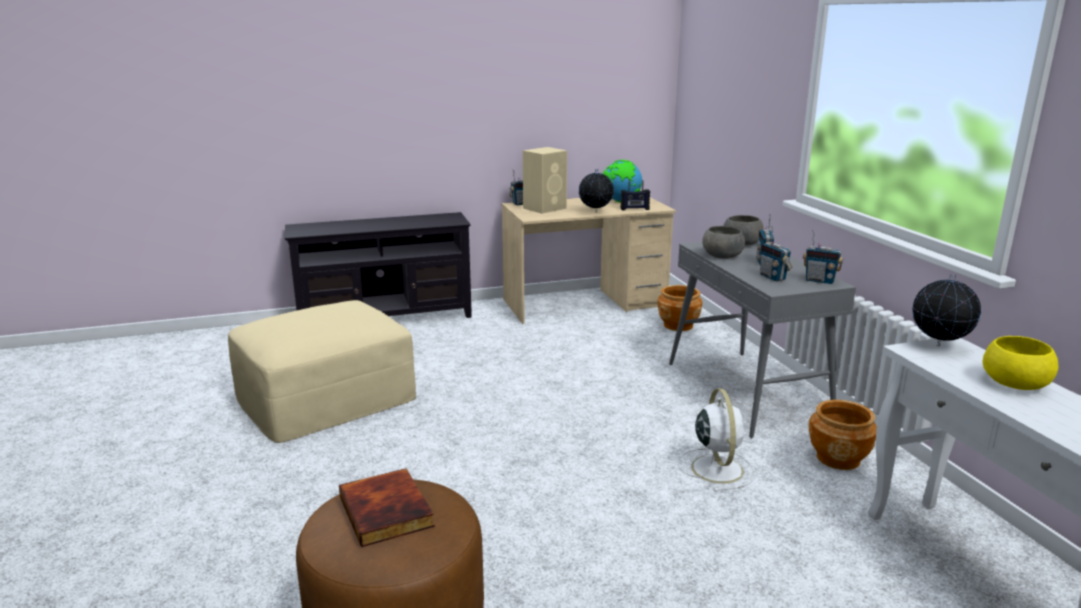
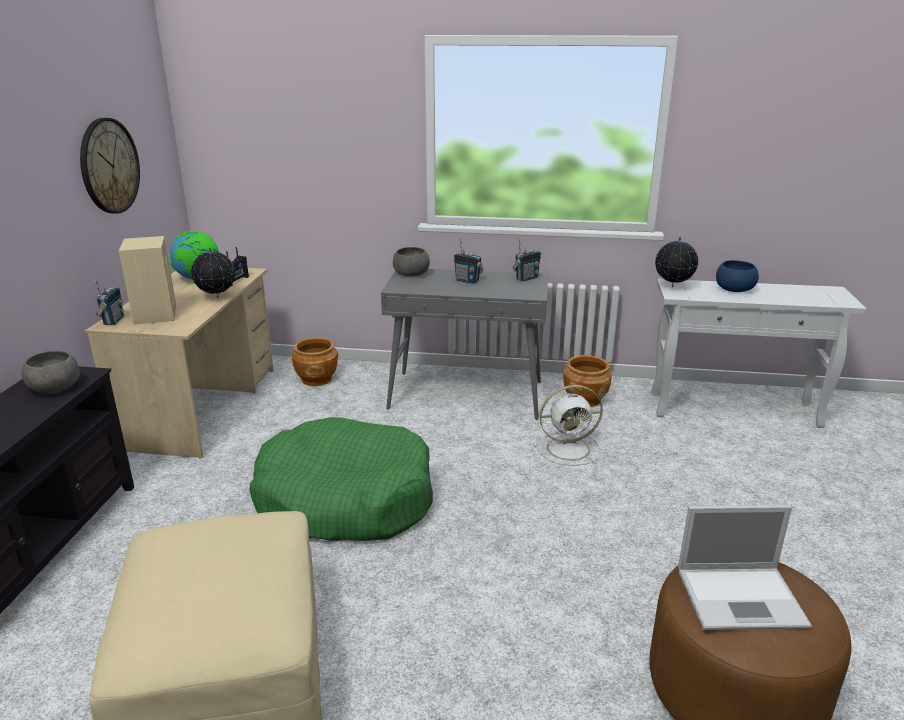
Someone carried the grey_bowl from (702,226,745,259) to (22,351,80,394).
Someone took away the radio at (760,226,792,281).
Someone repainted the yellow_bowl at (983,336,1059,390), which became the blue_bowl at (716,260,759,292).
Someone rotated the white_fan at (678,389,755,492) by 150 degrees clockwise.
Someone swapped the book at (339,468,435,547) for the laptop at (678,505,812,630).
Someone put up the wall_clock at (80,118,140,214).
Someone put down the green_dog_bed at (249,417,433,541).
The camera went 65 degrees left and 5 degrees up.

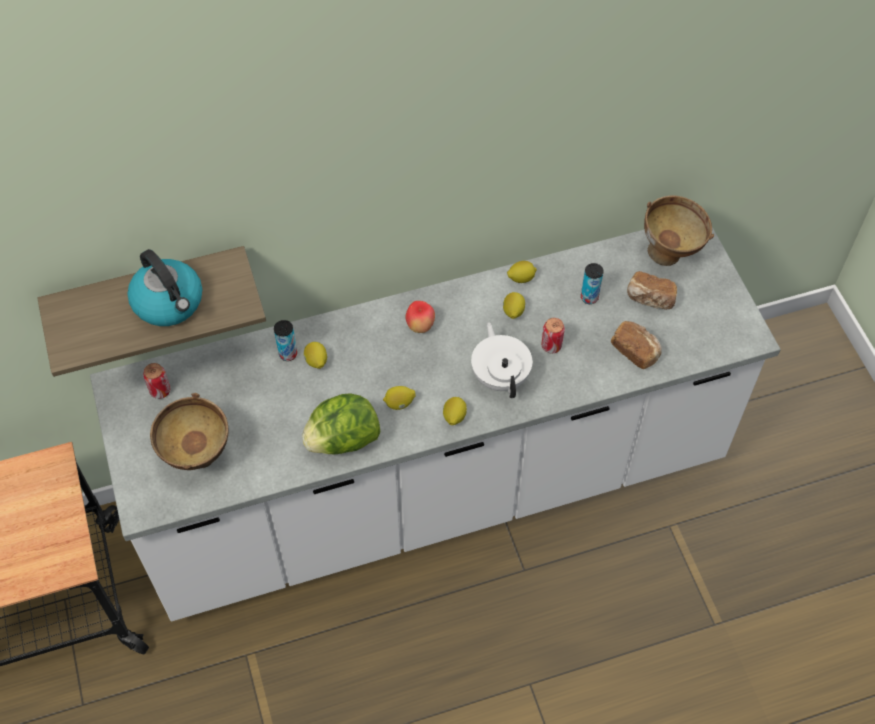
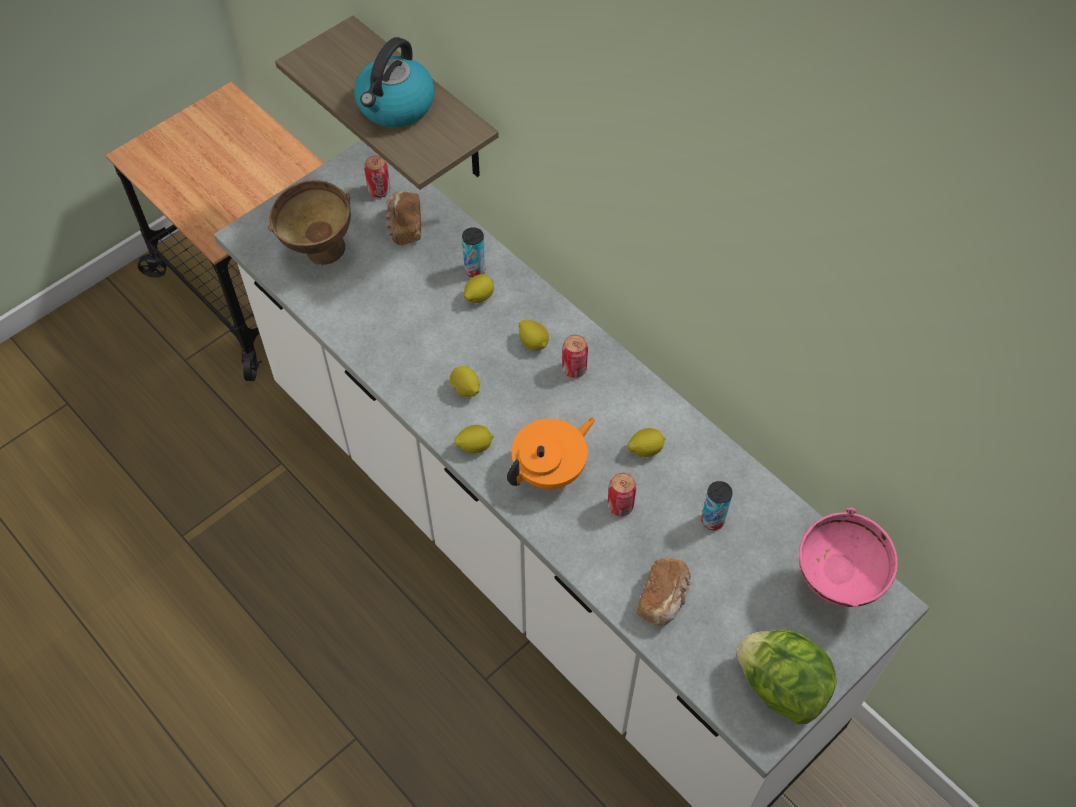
Someone repainted the brown_bowl at (644,195,714,266), which became the pink_bowl at (799,507,898,607).
Someone carried the lemon from (507,261,537,283) to (519,320,549,351).
Someone carried the bread from (627,271,677,310) to (385,191,421,245).
Someone swapped the apple at (405,301,435,333) for the can at (562,335,588,378).
Someone repainted the white_teapot at (471,322,533,398), which became the orange_teapot at (507,418,595,489).
Someone carried the lettuce from (302,393,380,454) to (736,630,837,725).
The camera went 65 degrees right and 0 degrees up.

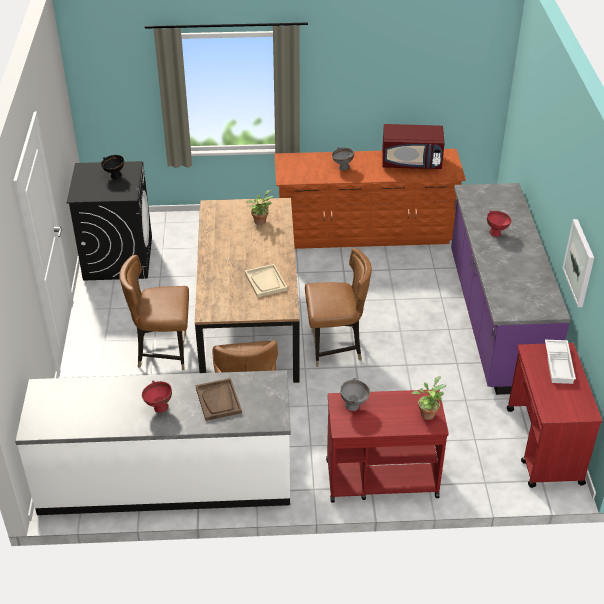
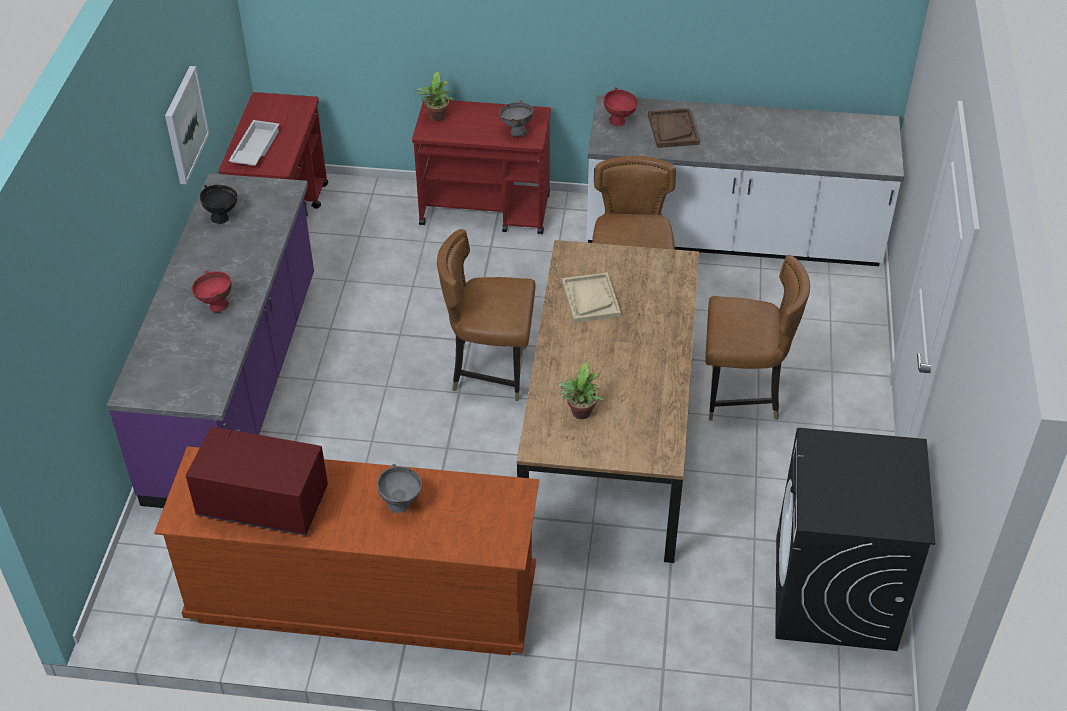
Someone carried the black_bowl from (101,155,124,179) to (200,185,238,224).
Someone carried the red_bowl from (142,381,172,413) to (604,87,638,126).
The camera went 170 degrees left and 5 degrees up.

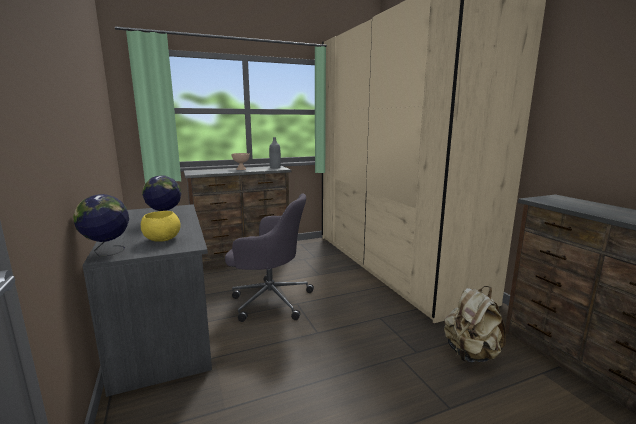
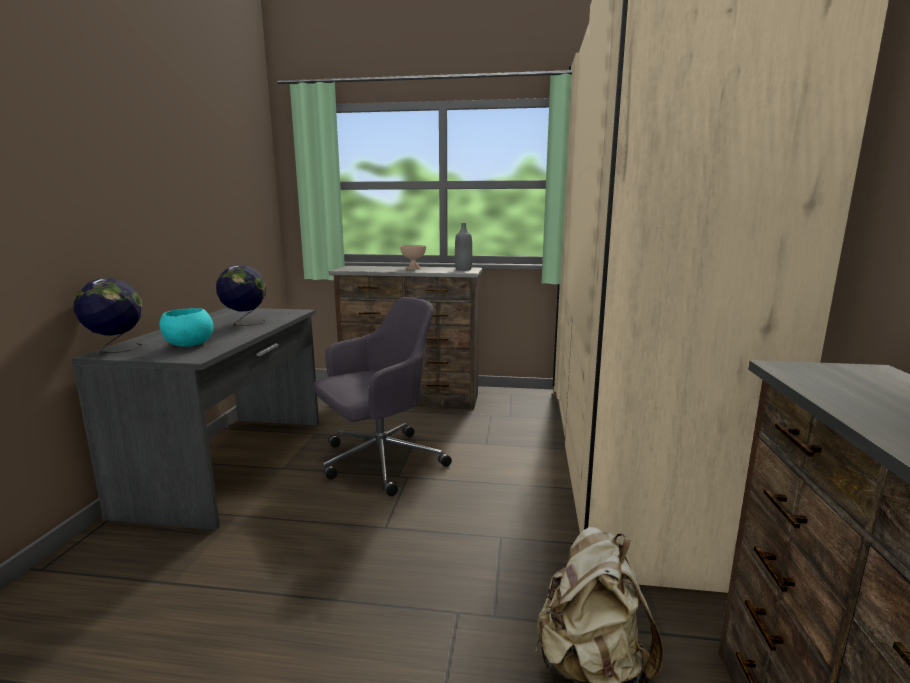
Someone rotated the grey_office_chair at (225,193,314,322) by 75 degrees counterclockwise.
Someone repainted the yellow_bowl at (141,211,181,242), which became the turquoise_bowl at (160,308,213,347).
The camera went 30 degrees right and 0 degrees up.

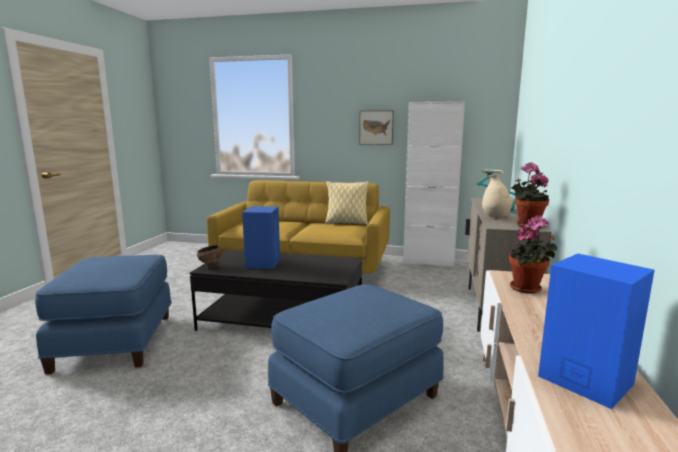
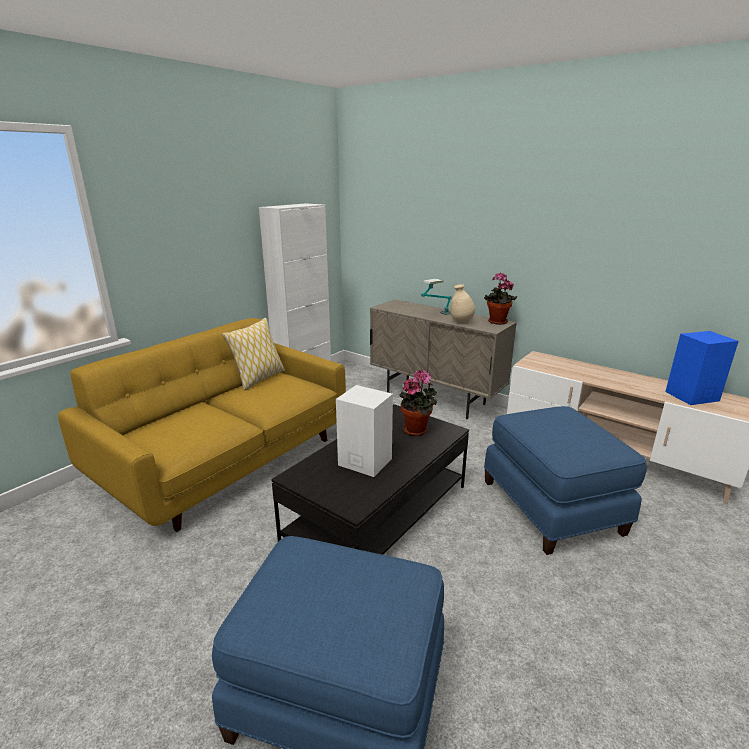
Someone took away the picture at (359,110,394,145).
Someone repainted the blue_speaker at (242,206,280,269), which became the white_speaker at (336,385,393,477).
Someone carried the potted_plant from (509,215,558,294) to (399,369,437,436).
Someone took away the brown_bowl at (197,245,222,268).
The camera went 65 degrees left and 10 degrees up.

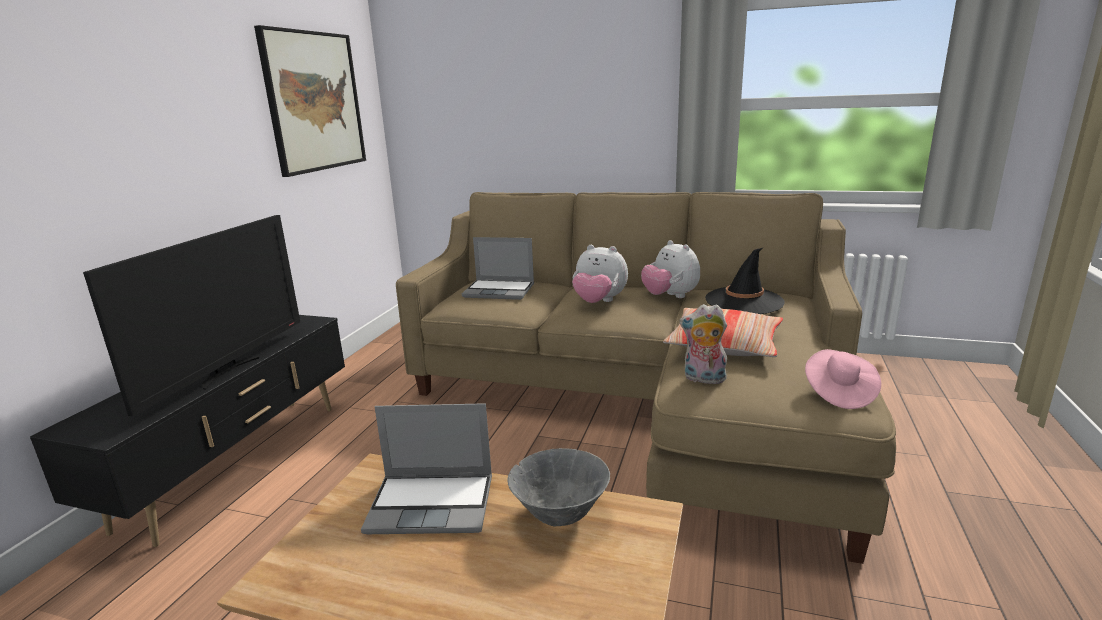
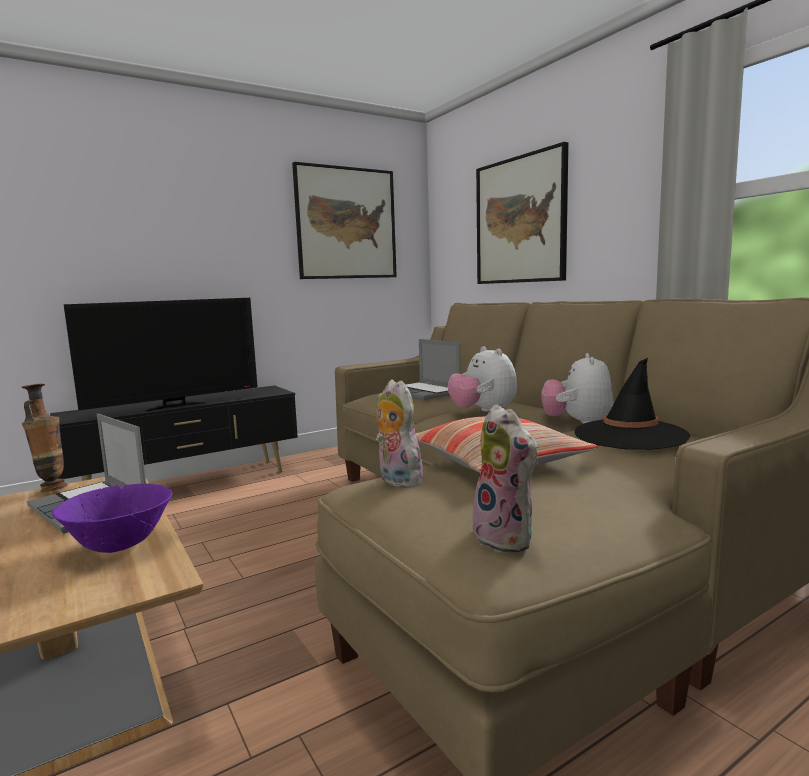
Someone swapped the pink_hat at (805,349,881,409) for the plush_toy at (472,404,539,553).
Someone repainted the grey_bowl at (508,448,610,526), which became the purple_bowl at (51,483,172,553).
Someone put up the picture at (476,142,569,284).
Someone put down the vase at (21,384,67,493).
The camera went 40 degrees right and 10 degrees down.

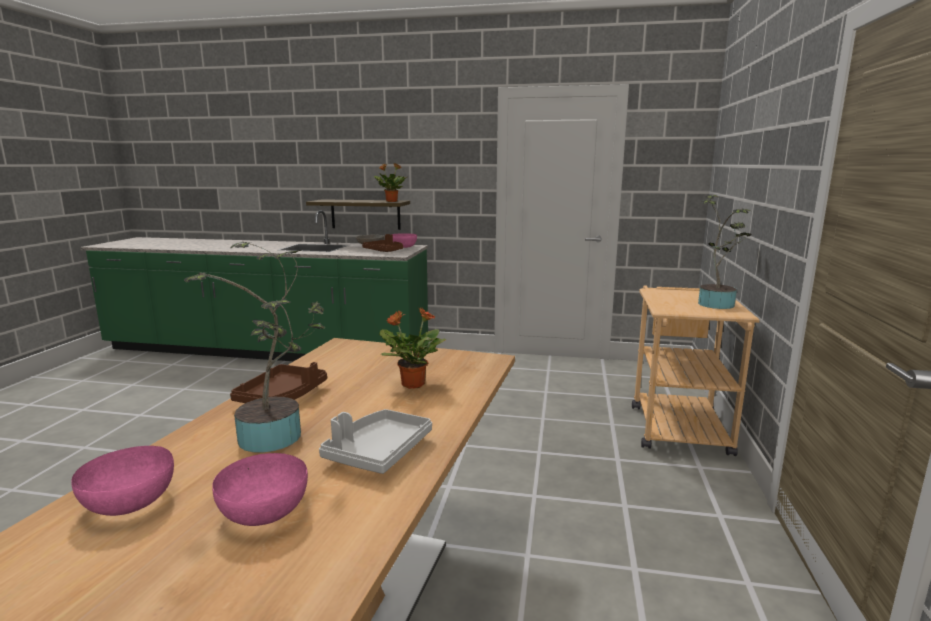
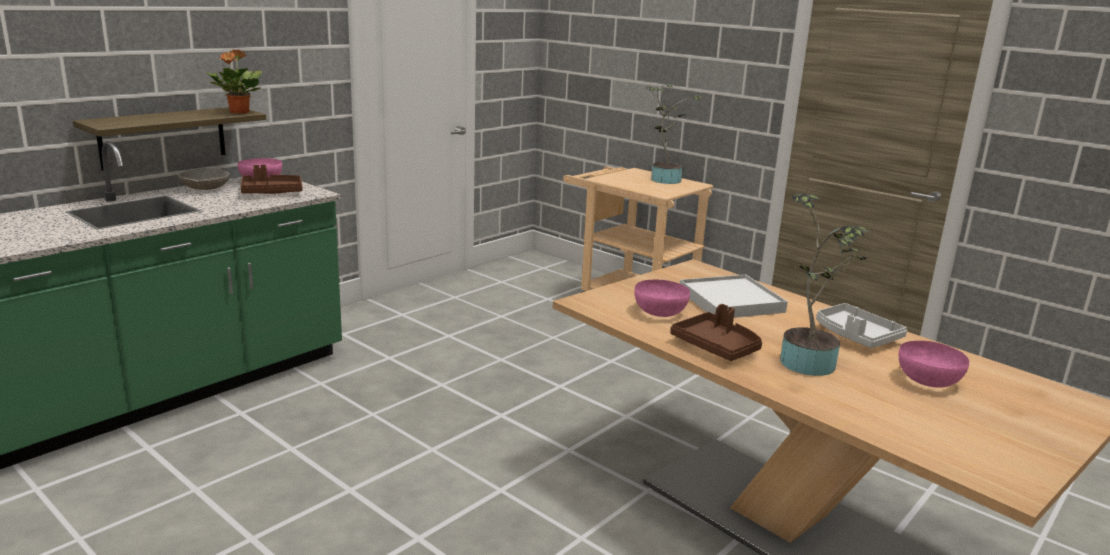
Someone swapped the potted_plant at (379,308,447,389) for the white_tray at (680,275,788,318).
Someone carried the pink_bowl from (71,446,174,516) to (634,280,690,317).
The camera went 60 degrees left and 5 degrees up.

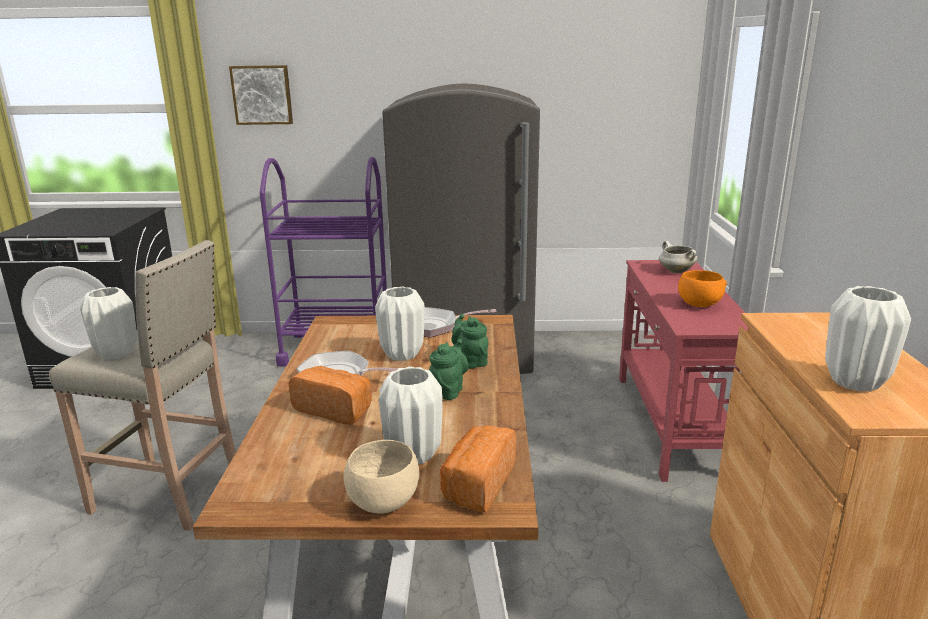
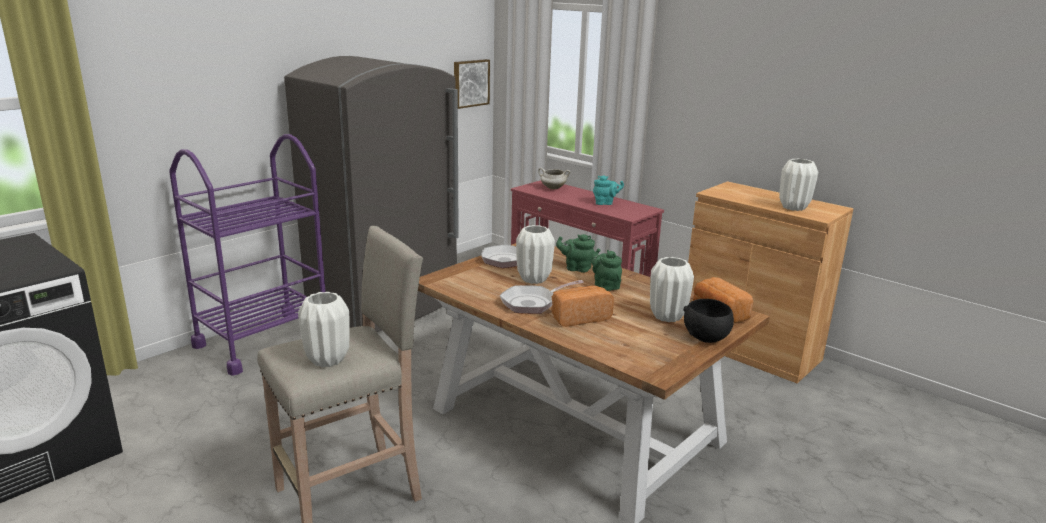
Someone carried the picture from (229,65,293,125) to (454,59,490,109).
Someone swapped the orange_bowl at (678,270,727,307) for the turquoise_teapot at (593,175,624,205).
Someone repainted the beige_bowl at (343,440,419,514), which became the black_bowl at (683,299,734,343).
The camera went 50 degrees left and 0 degrees up.

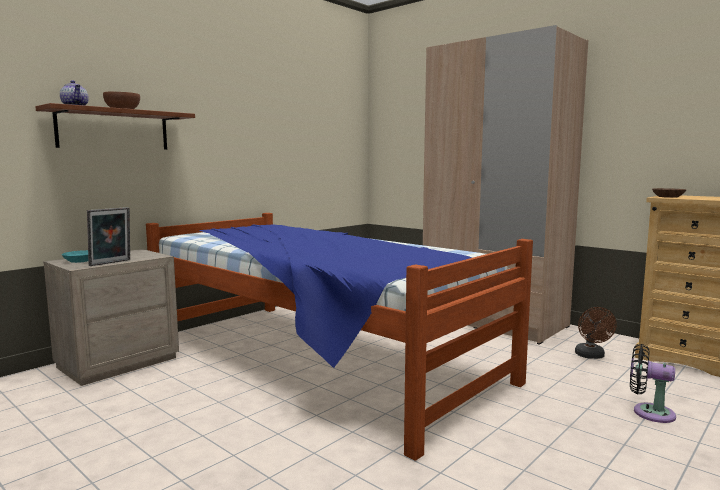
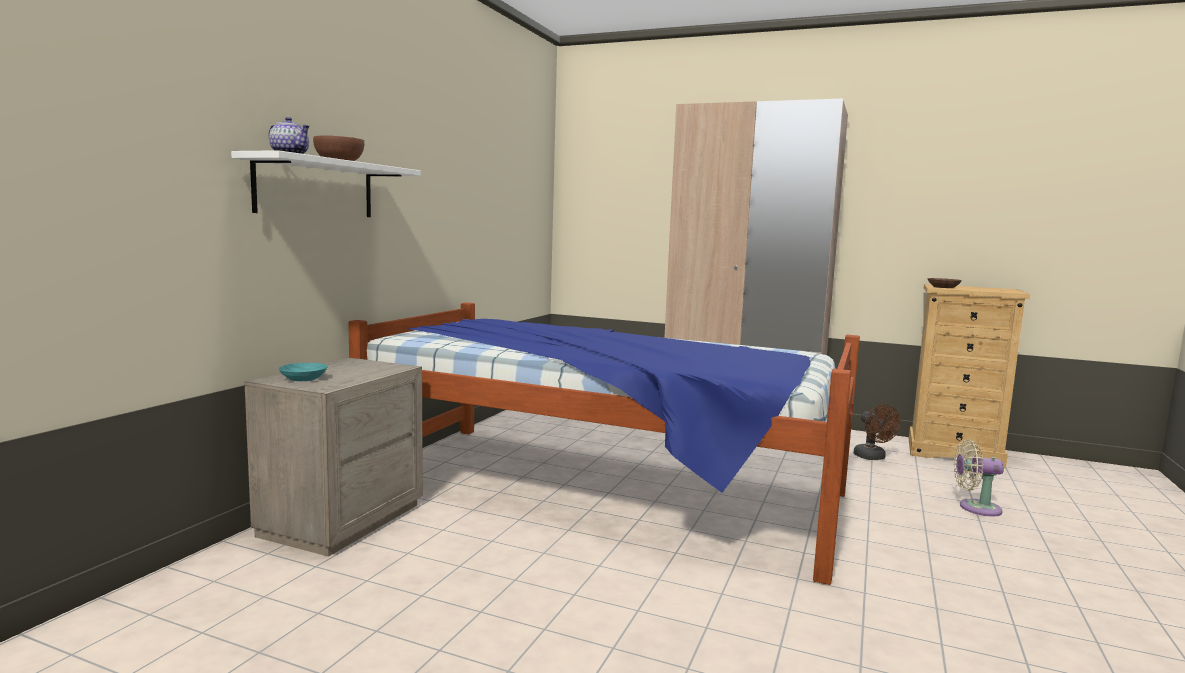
Someone repainted the brown_shelf at (36,103,195,150), which became the white_shelf at (231,150,421,217).
Someone took away the picture_frame at (87,207,130,266).
Someone repainted the black_fan at (630,344,676,423), which became the beige_fan at (954,440,1004,517).
The camera went 20 degrees left and 0 degrees up.

